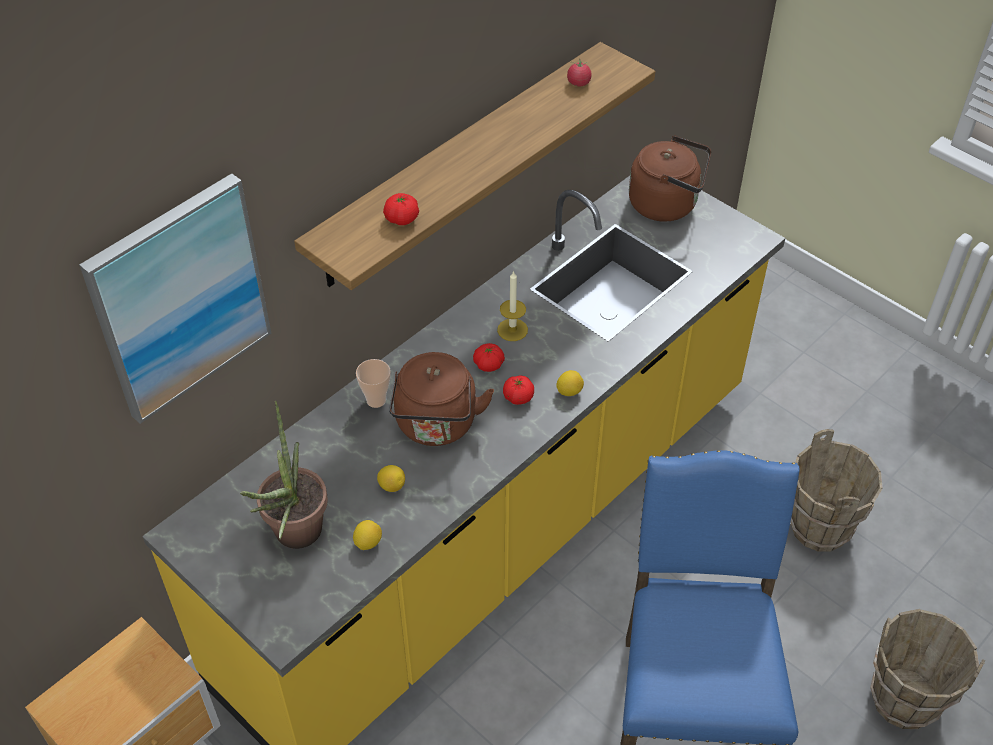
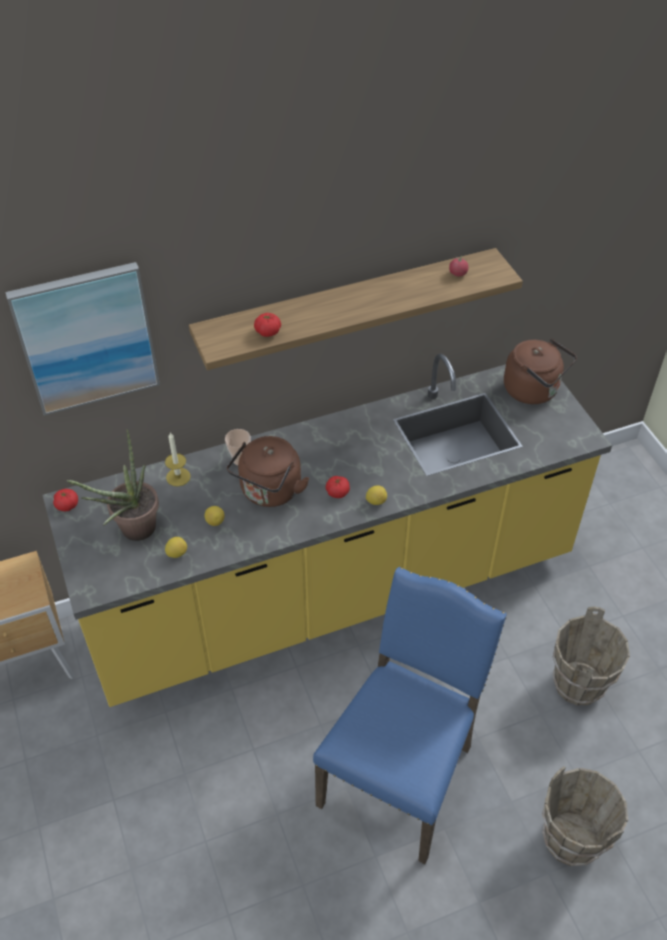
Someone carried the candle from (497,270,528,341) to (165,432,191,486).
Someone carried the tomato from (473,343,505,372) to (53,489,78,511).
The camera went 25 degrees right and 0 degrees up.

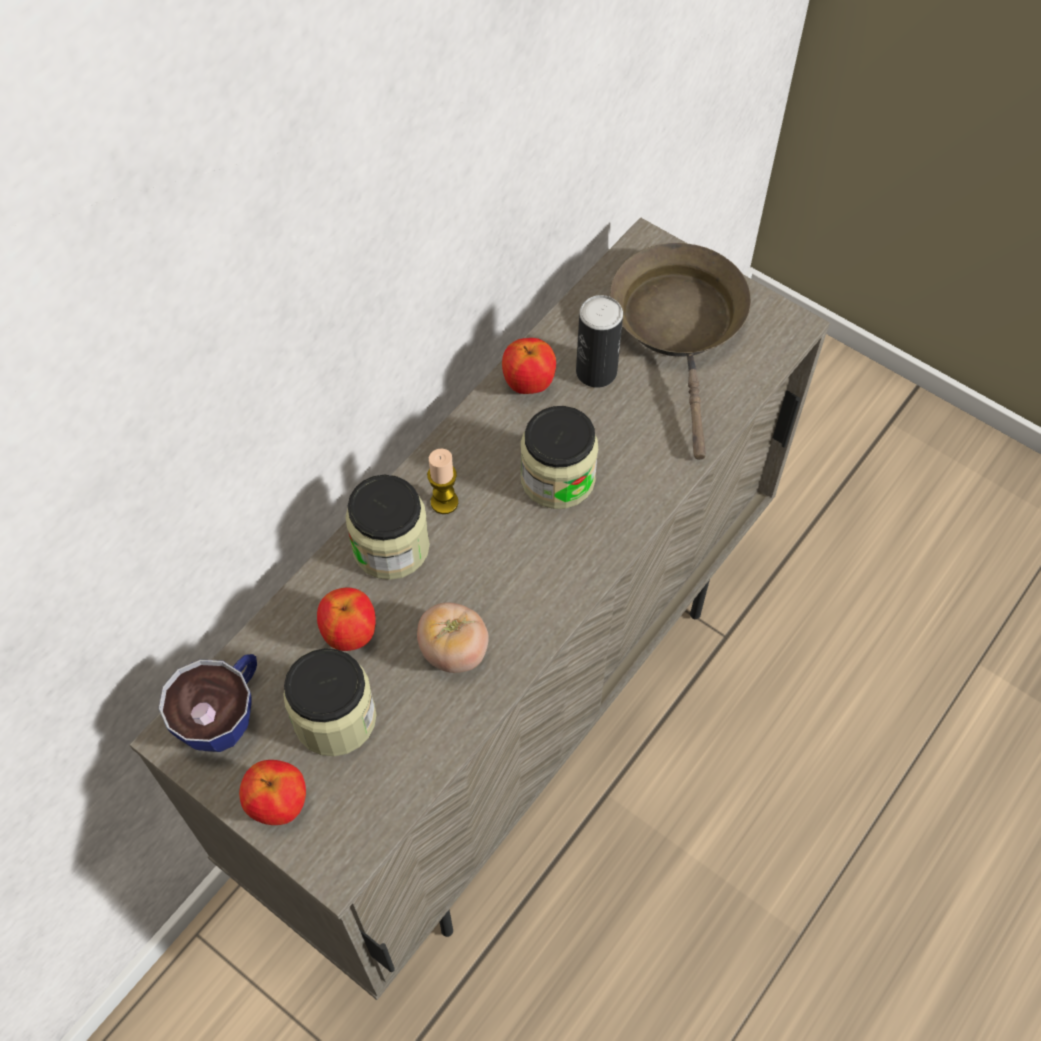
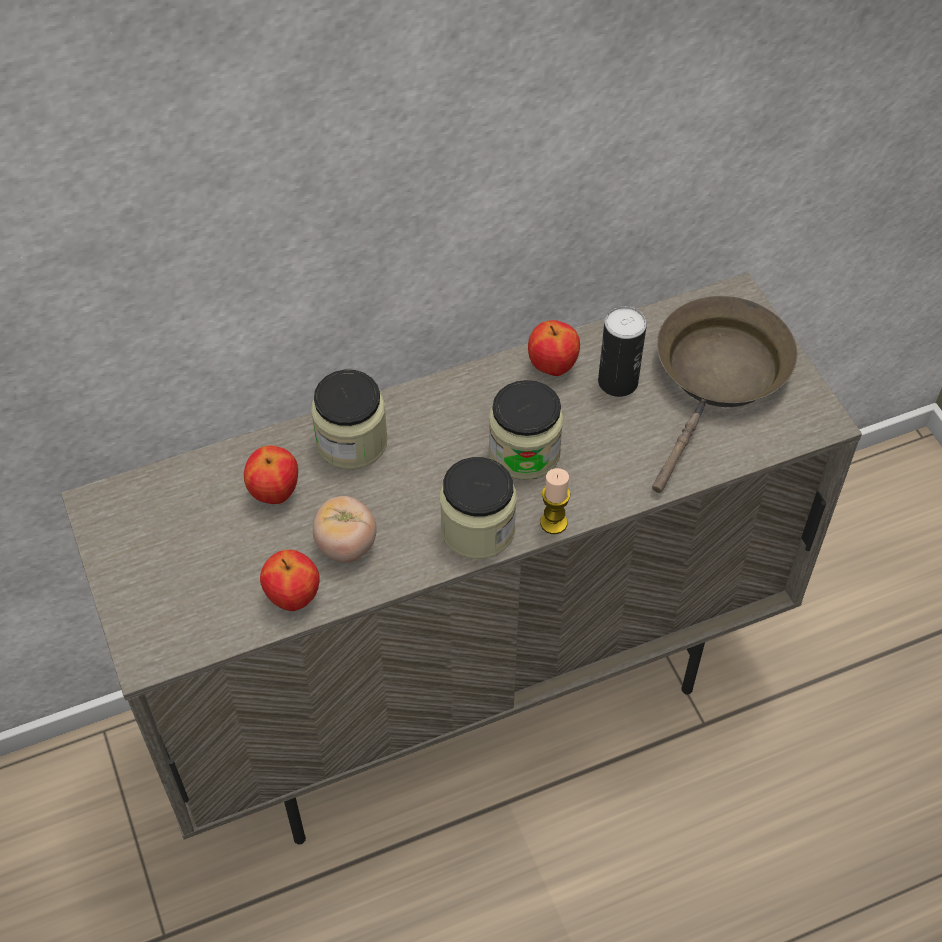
Someone carried the candle from (427,449,458,514) to (540,468,570,534).
Someone carried the jar from (283,648,377,756) to (440,457,517,559).
Someone took away the cup at (158,654,257,752).
Someone carried the apple from (239,760,306,825) to (260,550,320,611).
The camera went 30 degrees right and 5 degrees down.

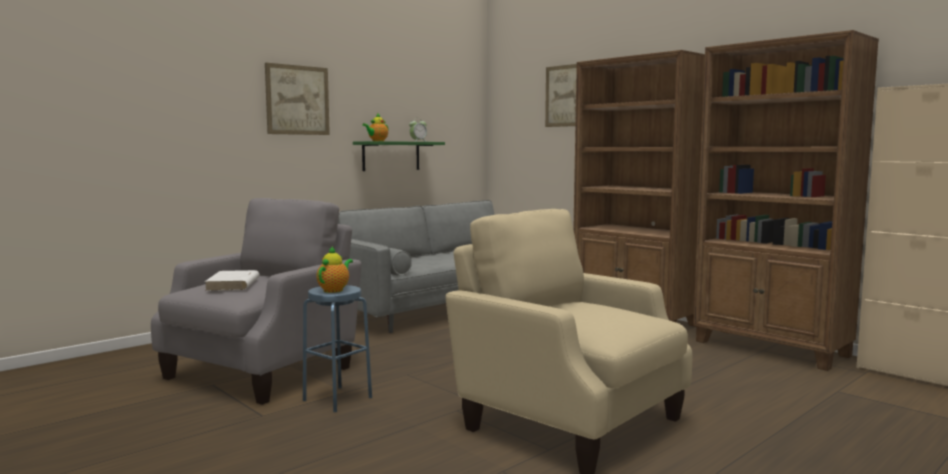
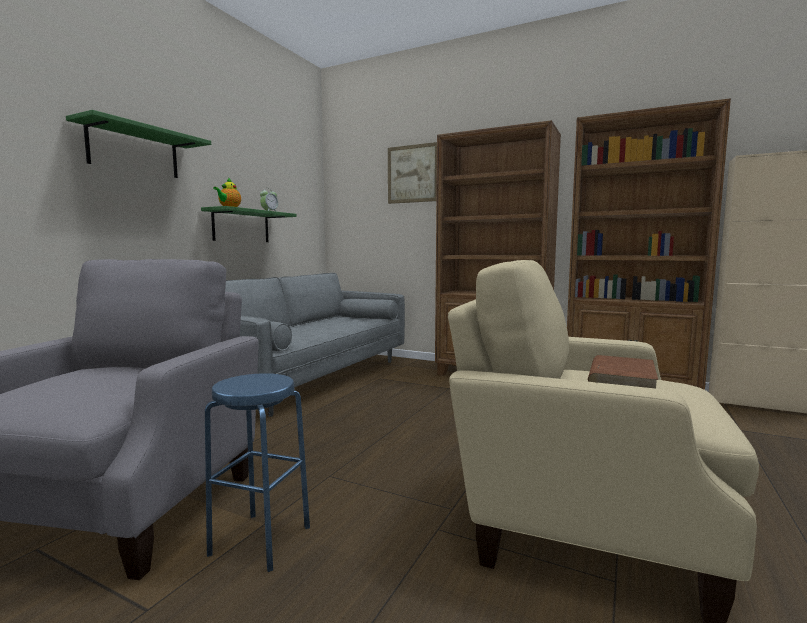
Someone swapped the picture at (265,63,330,135) for the green_shelf at (66,110,211,178).
Someone took away the teapot at (316,246,353,293).
Someone took away the white_book at (204,270,259,291).
Someone put down the brown_book at (588,355,658,389).
The camera went 20 degrees left and 0 degrees up.

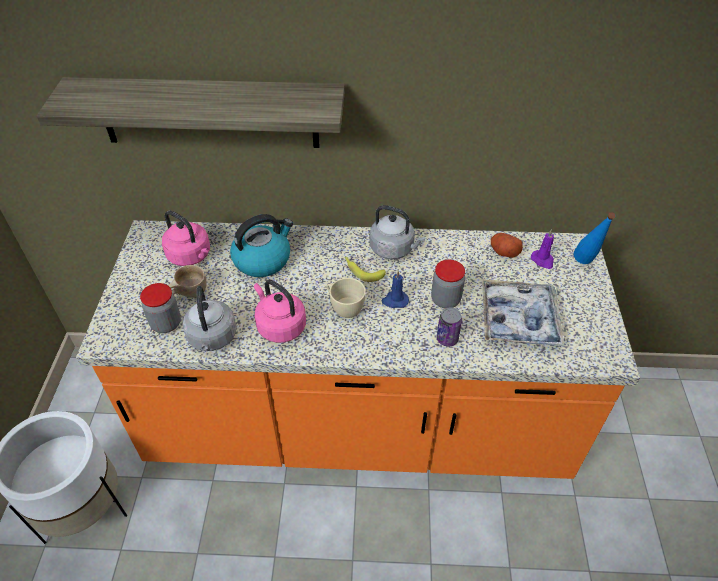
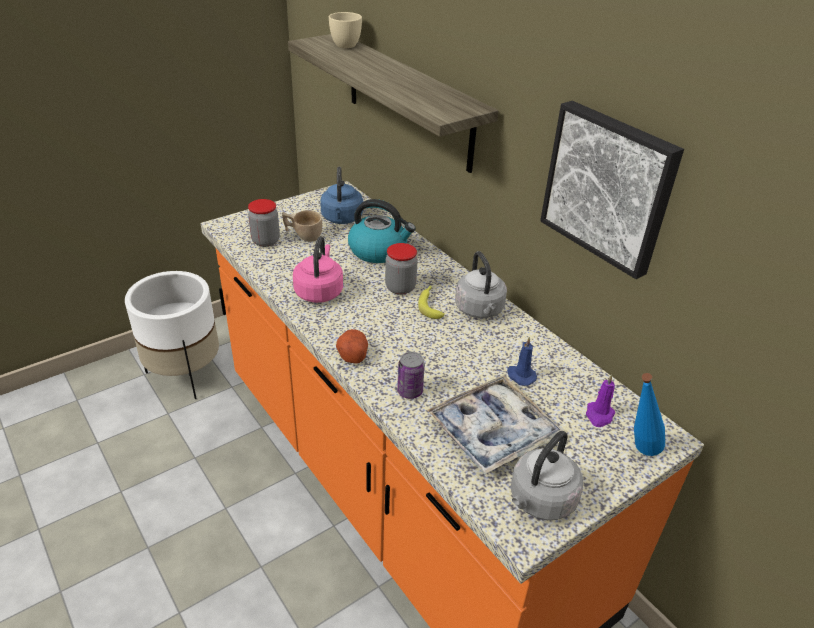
Someone repainted the pink_kettle at (162,211,210,266), which became the blue_kettle at (320,167,363,224).
Someone carried the potato from (491,233,523,258) to (336,329,368,364).
Someone carried the jar from (431,260,465,309) to (385,243,418,295).
Someone carried the blue_candle from (381,270,409,308) to (507,337,537,386).
Someone carried the beige_cup from (326,278,366,318) to (329,12,362,48).
Someone carried the grey_kettle from (183,286,237,351) to (511,431,583,520).
Someone put up the picture at (540,101,684,279).
The camera went 50 degrees right and 10 degrees down.

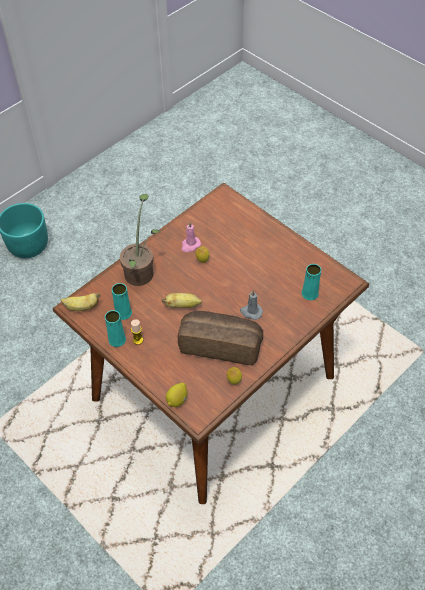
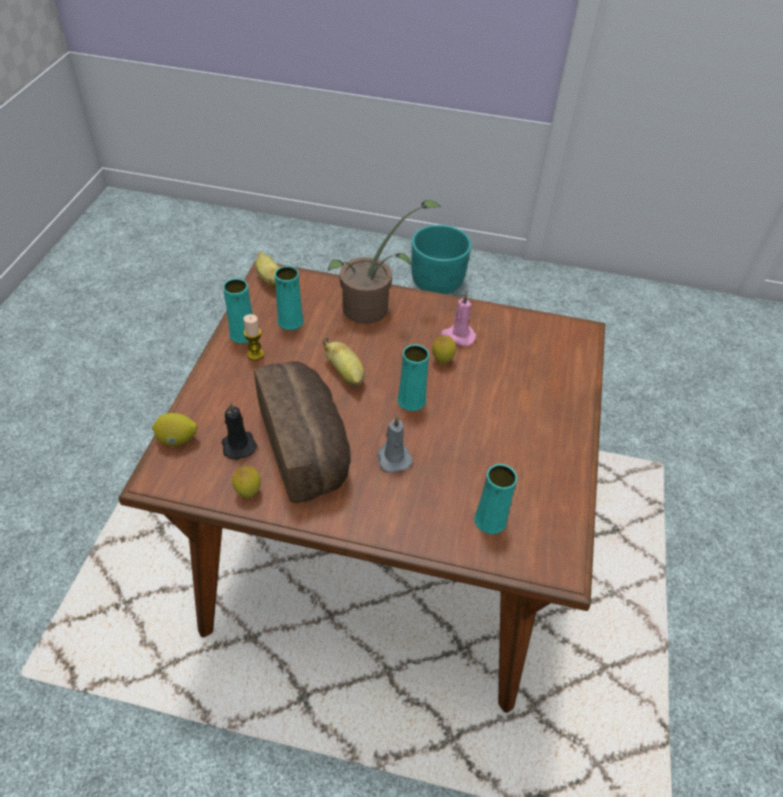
Someone put down the turquoise_vase at (397,344,429,411).
Someone put down the black_candle at (222,402,257,460).
The camera went 55 degrees right and 5 degrees down.

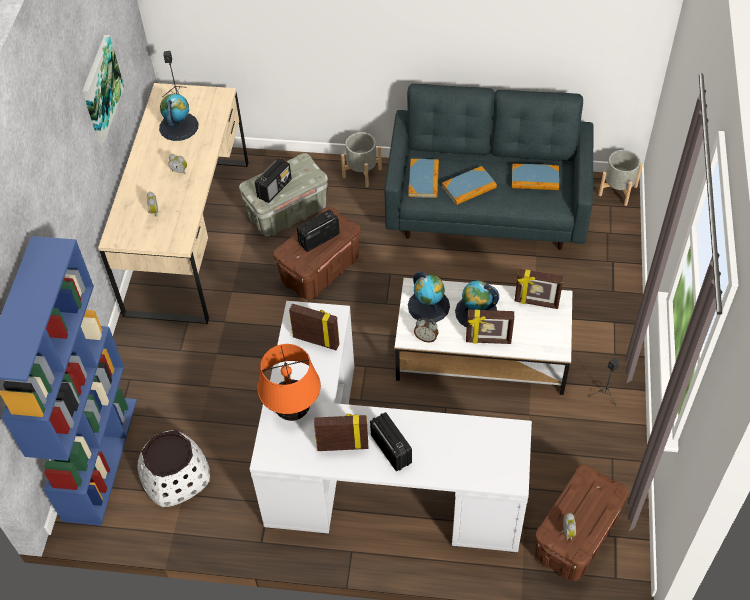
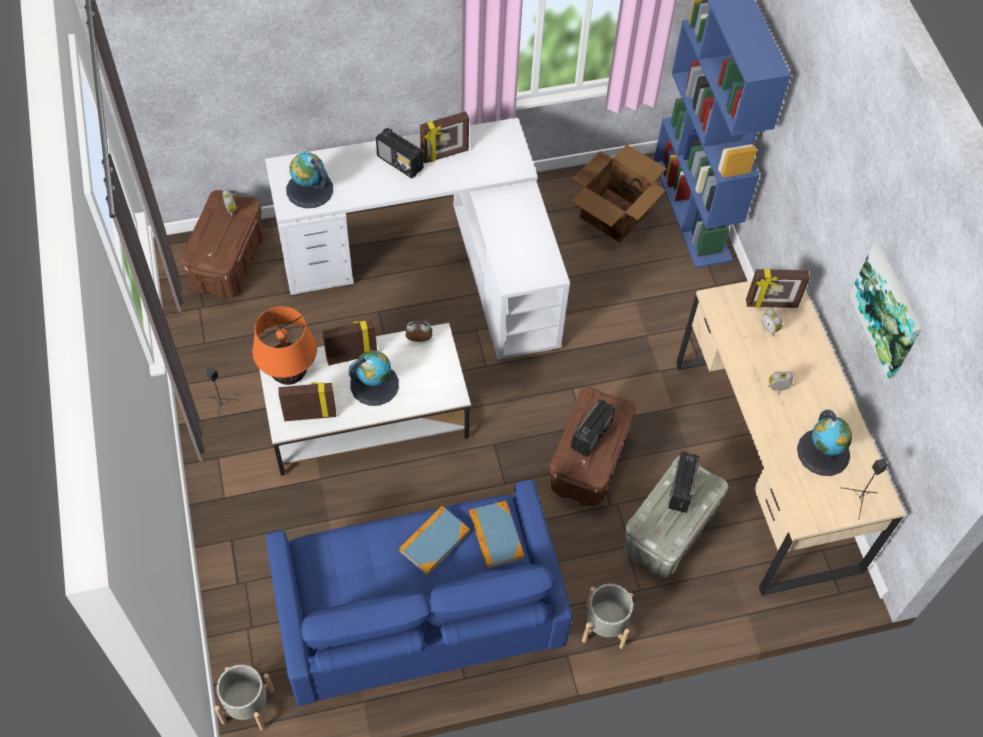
Someone repainted the grey_sofa at (385,83,594,250), which became the blue_sofa at (266,479,572,706).
Someone took away the book at (512,163,559,190).
Someone carried the globe from (408,271,450,323) to (286,152,333,208).
Someone carried the picture_frame from (289,303,340,350) to (746,269,810,308).
Someone carried the orange_table_lamp from (257,344,321,421) to (252,306,317,385).
Someone swapped the white_planter at (137,430,210,507) for the cardboard_box at (571,145,667,242).
The camera went 155 degrees right and 5 degrees up.

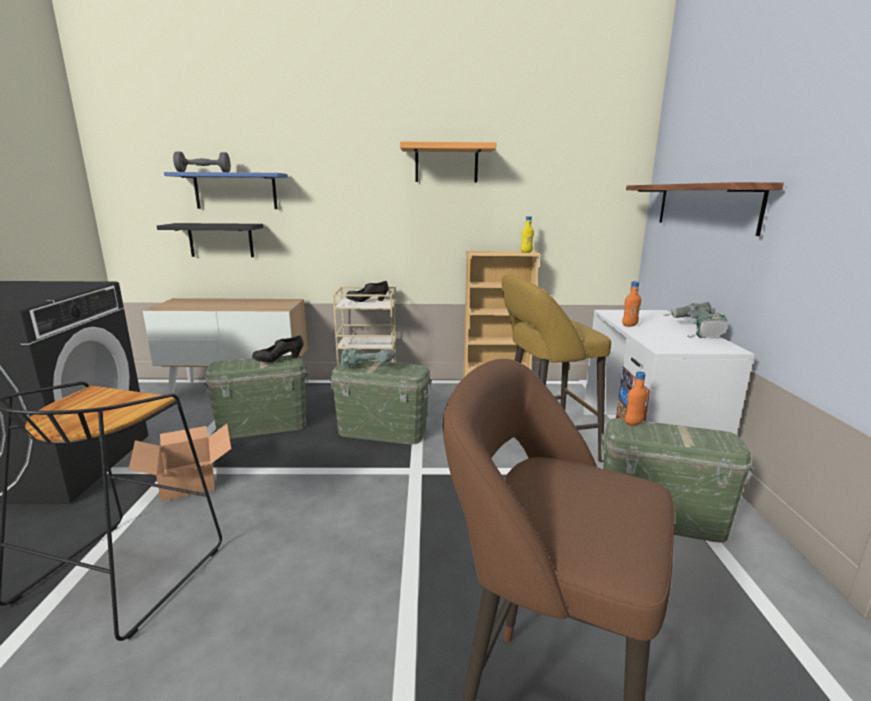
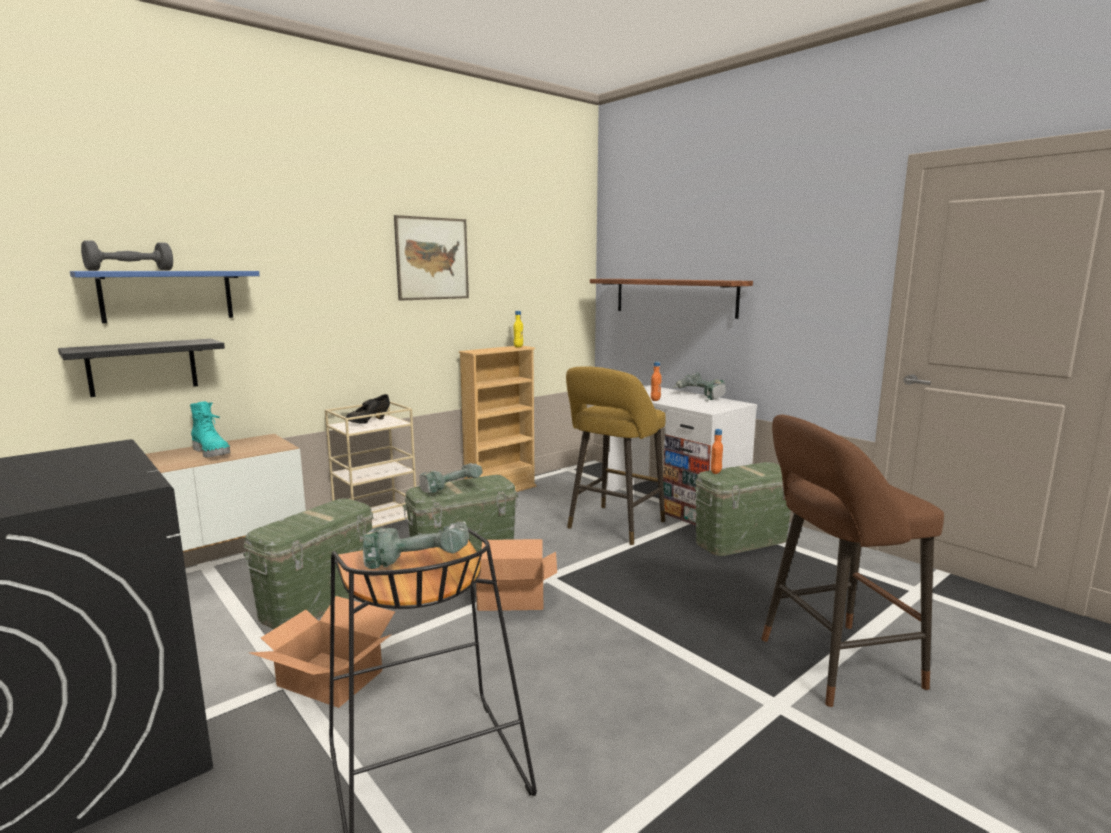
Someone swapped the shelf at (400,142,496,182) for the picture at (394,215,469,301).
Someone took away the black_shoe at (252,335,304,362).
Someone put down the turquoise_boot at (190,401,230,457).
Someone put down the power_drill at (363,521,469,569).
Someone put down the cardboard_box at (476,539,557,611).
The camera went 40 degrees left and 5 degrees down.

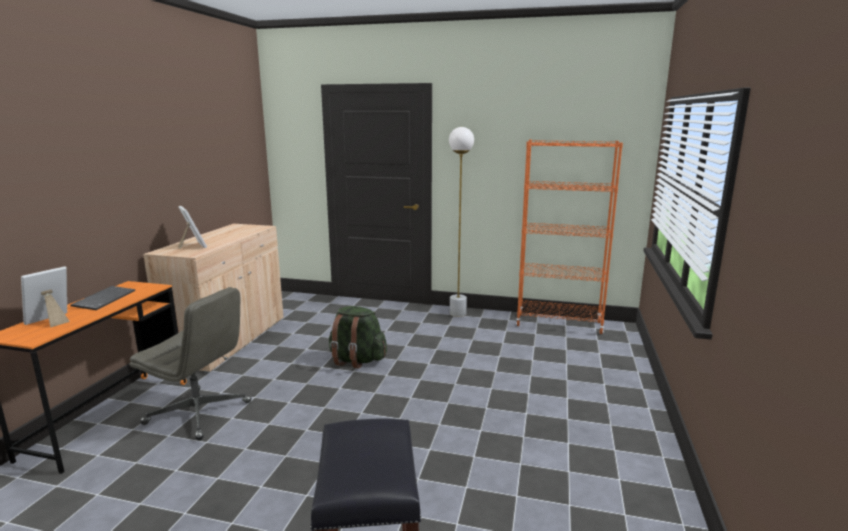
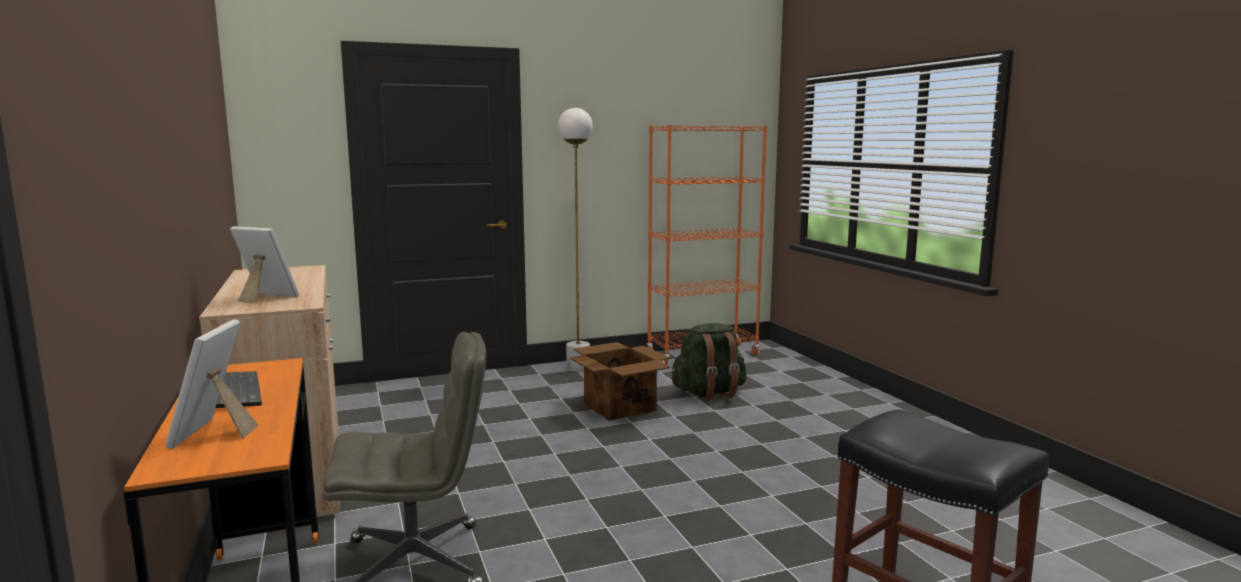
Someone carried the green_backpack from (329,306,387,368) to (671,323,747,401).
Someone put down the cardboard_box at (569,342,670,421).
The camera went 35 degrees left and 5 degrees down.

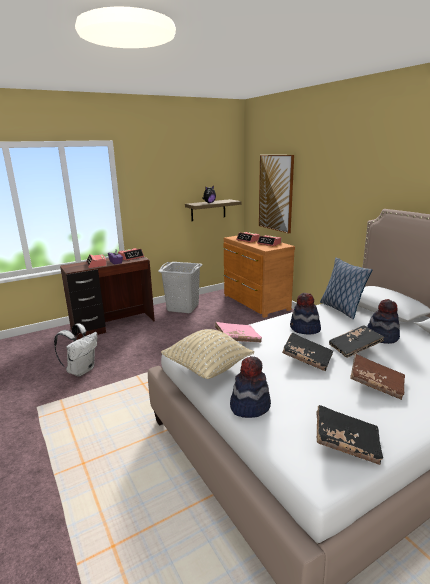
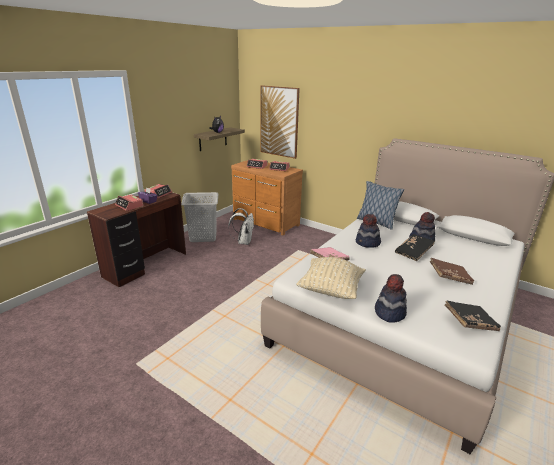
Someone carried the white_backpack from (54,323,97,376) to (228,208,254,245).
Someone took away the black_book at (282,333,333,371).
The camera went 25 degrees left and 5 degrees up.

